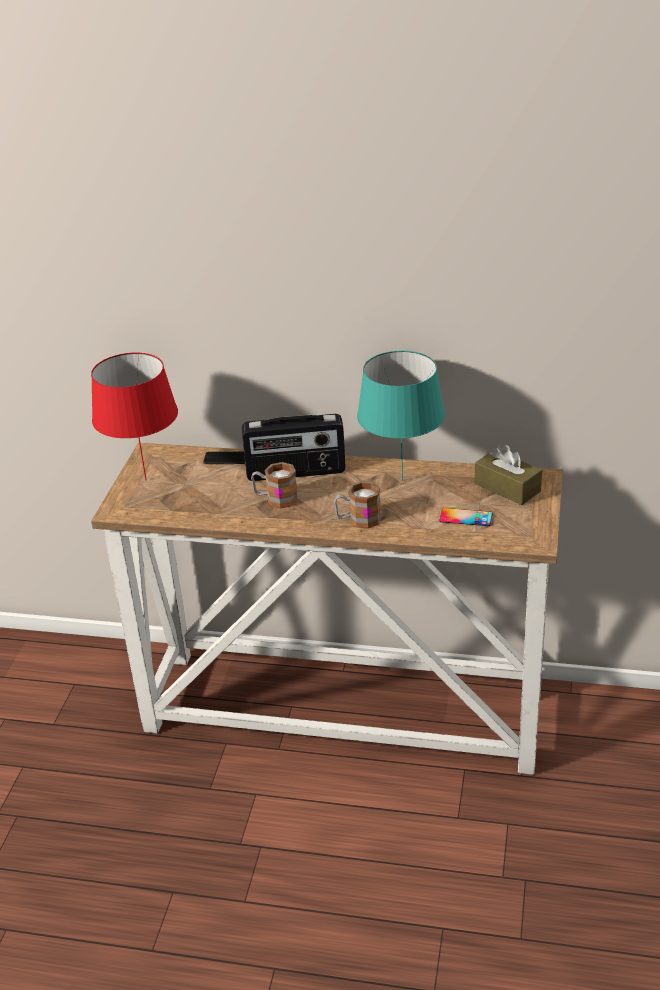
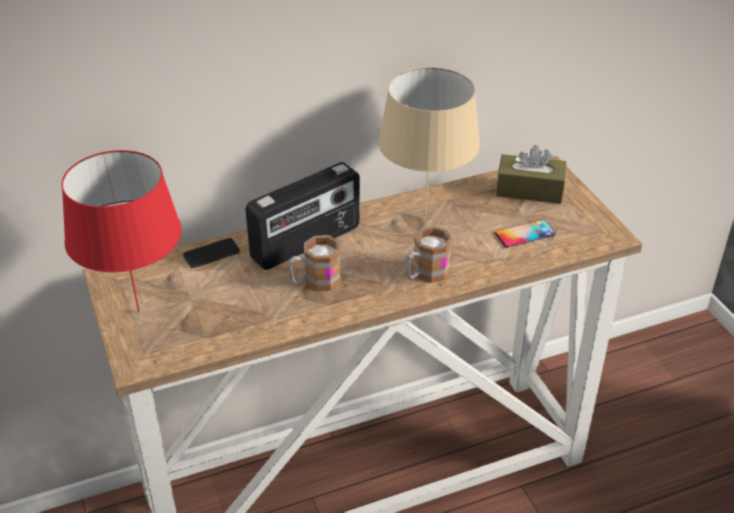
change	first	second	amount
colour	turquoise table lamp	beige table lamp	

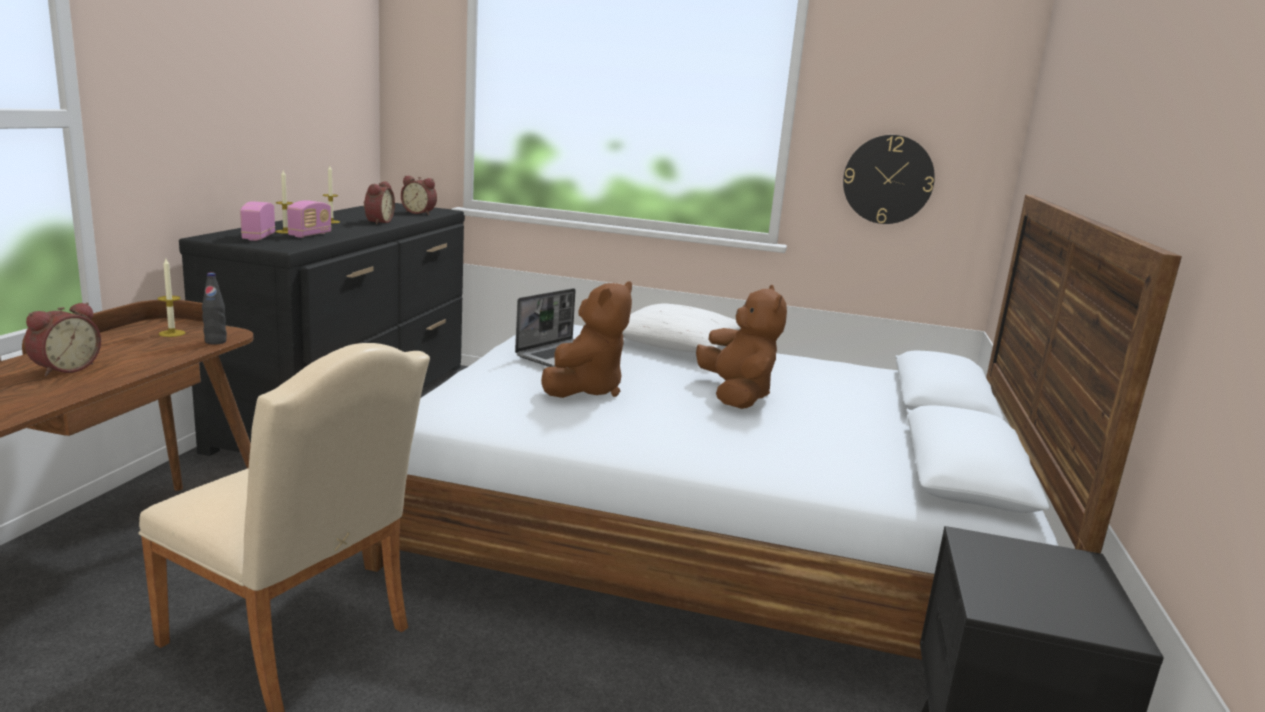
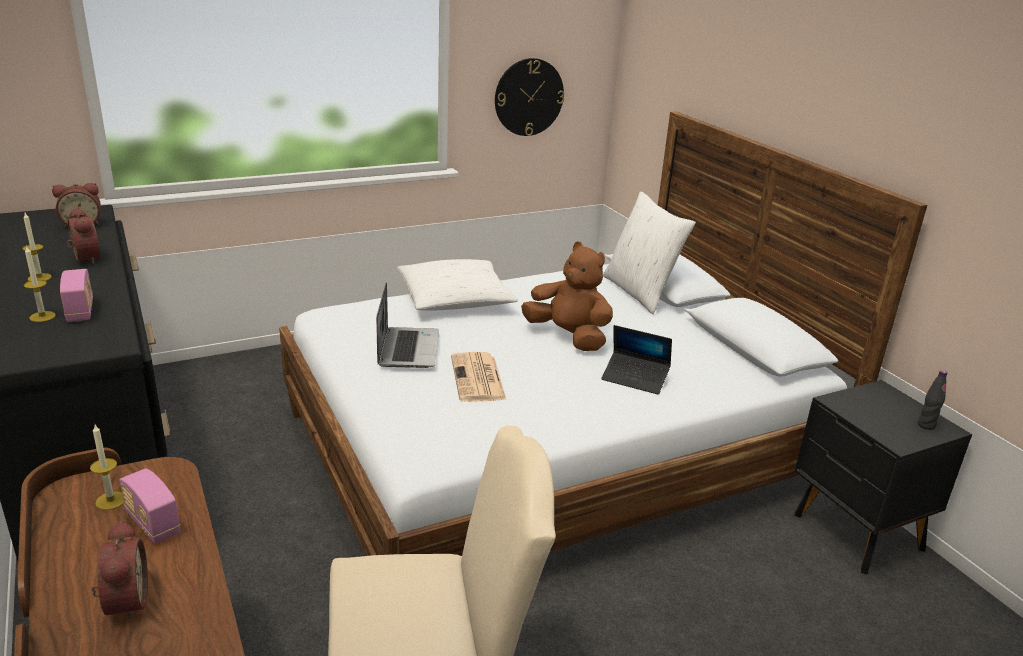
change	first	second	amount
relocated	radio (no. 1 from left in the first image)	radio (no. 2 from left)	
relocated	black bottle		
exchanged	brown plush toy (no. 1 from left)	newspaper	
appeared		white pillow (no. 2 from left)	
appeared		laptop (no. 2 from left)	

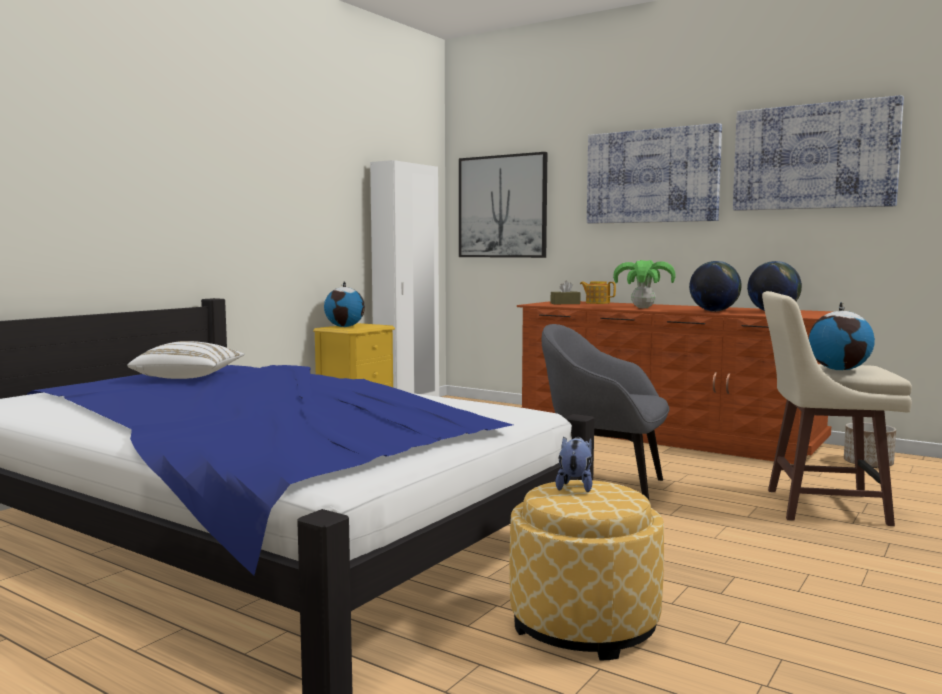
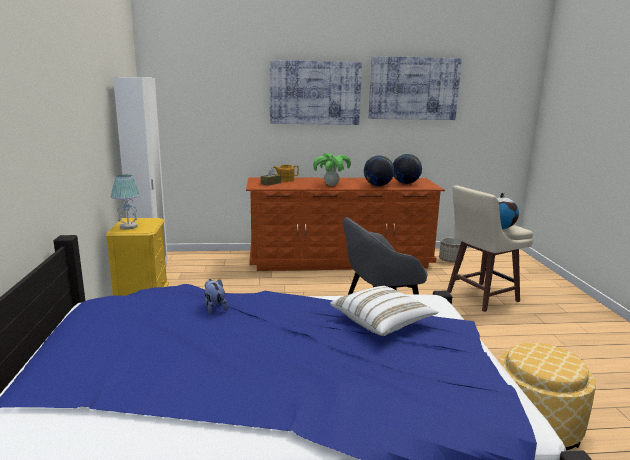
change	first	second	amount
missing	picture (no. 1 from left)		
exchanged	globe (no. 1 from left)	table lamp	
relocated	white pillow		
relocated	plush toy		

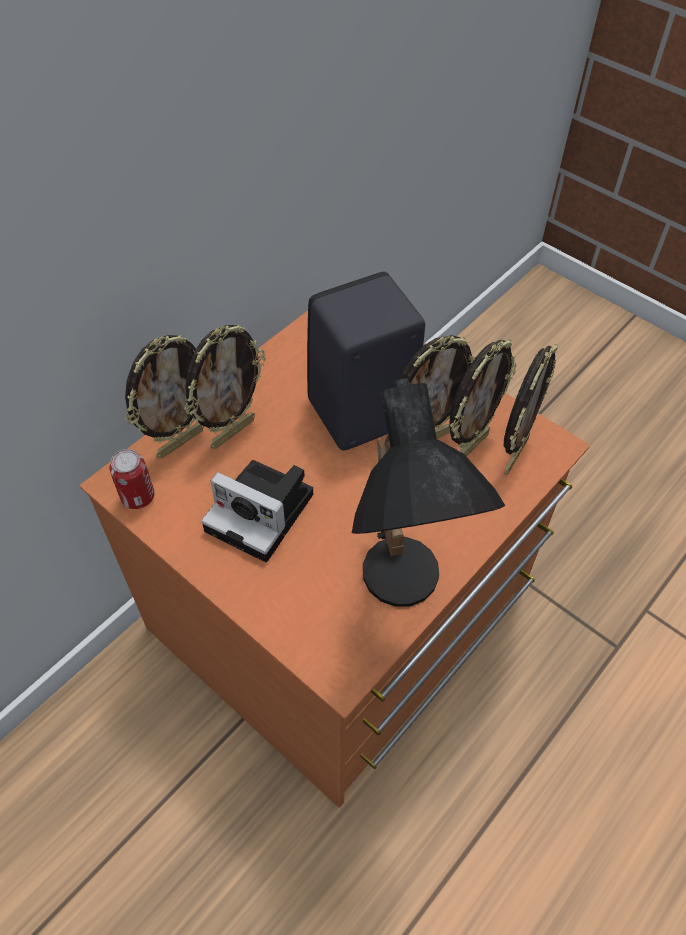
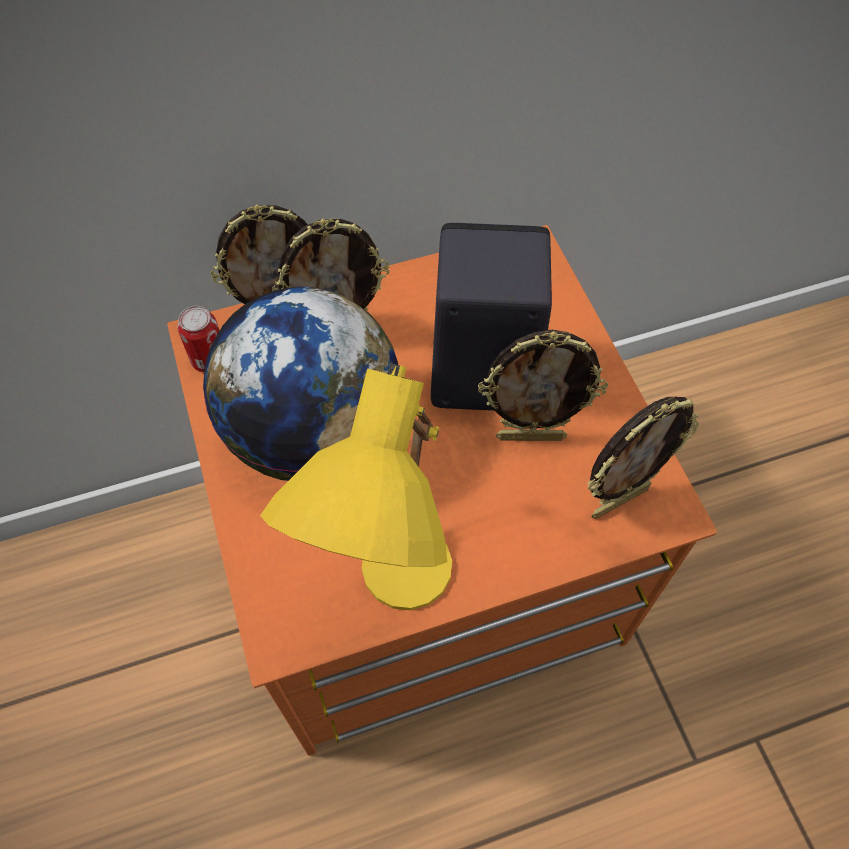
change	first	second	amount
missing	picture frame (no. 4 from left)		
colour	black table lamp	yellow table lamp	
exchanged	photo camera	globe	

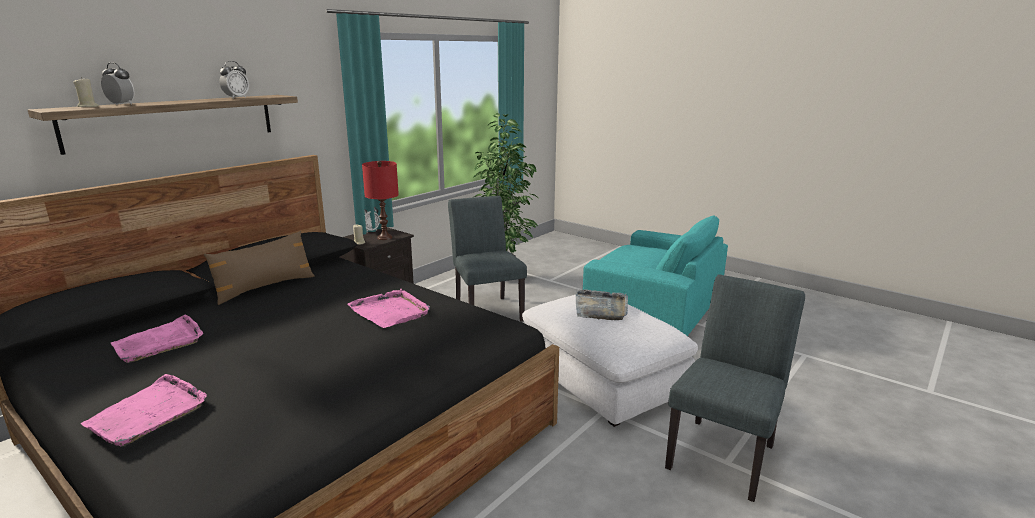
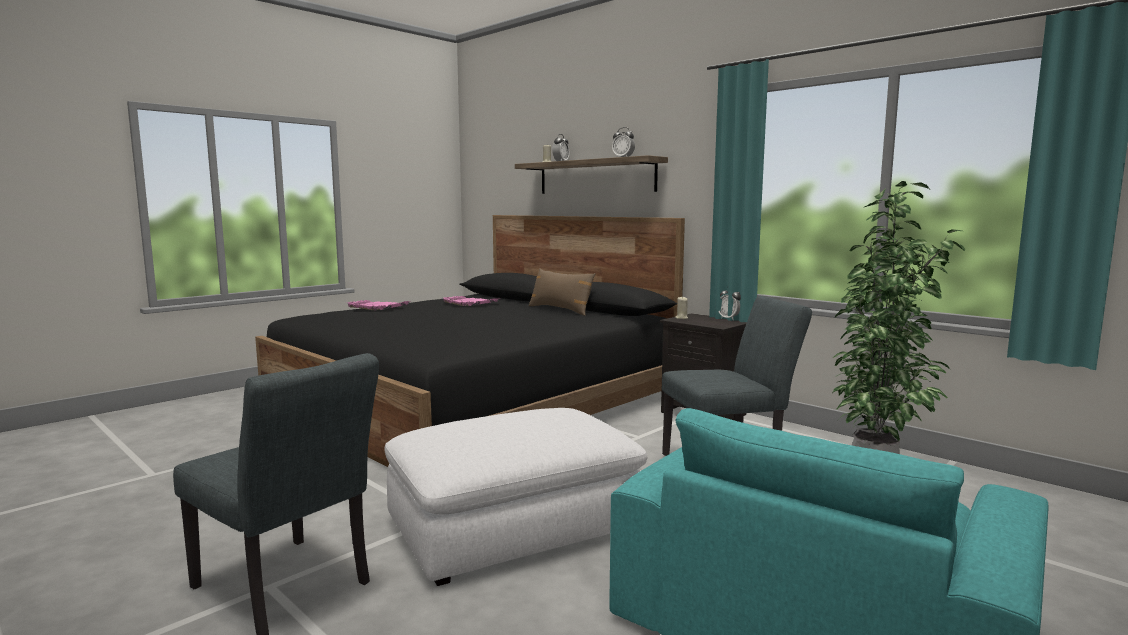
change	first	second	amount
missing	red table lamp		
missing	pink tray (no. 3 from left)		
missing	grey tray		

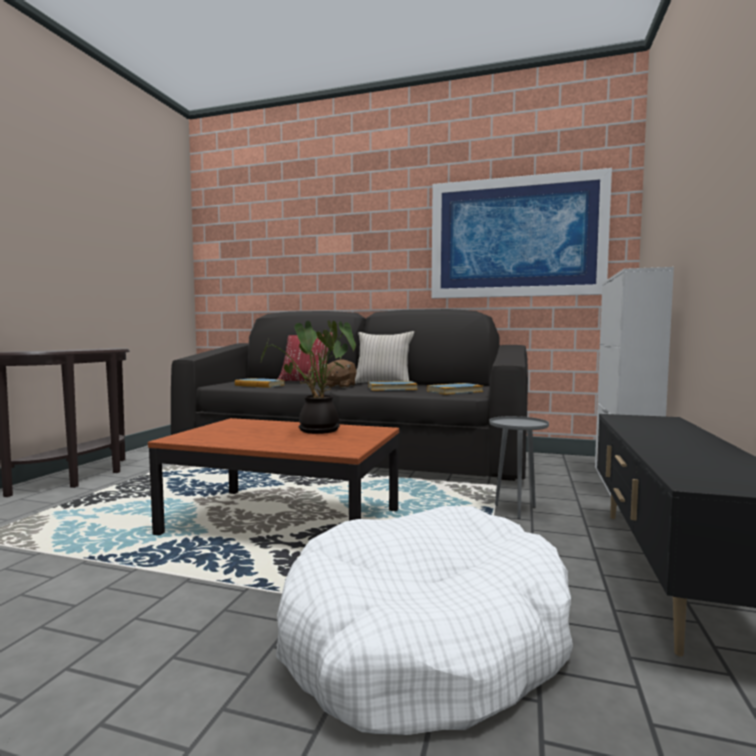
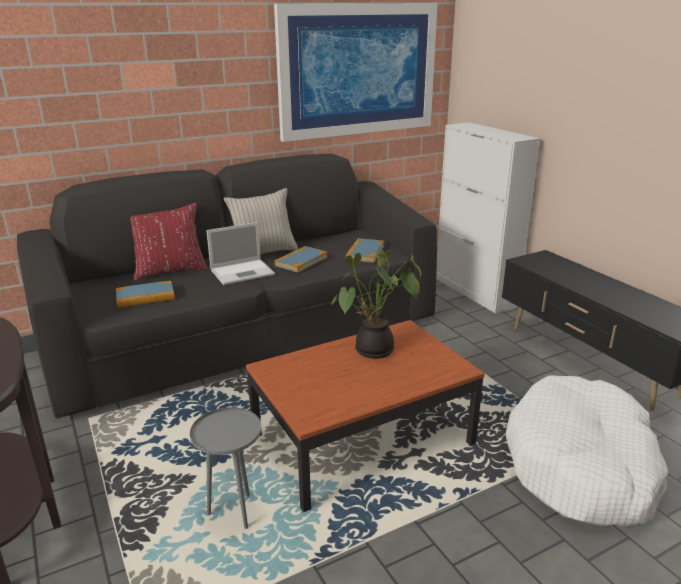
change	first	second	amount
exchanged	brown plush toy	laptop	
relocated	grey side table		

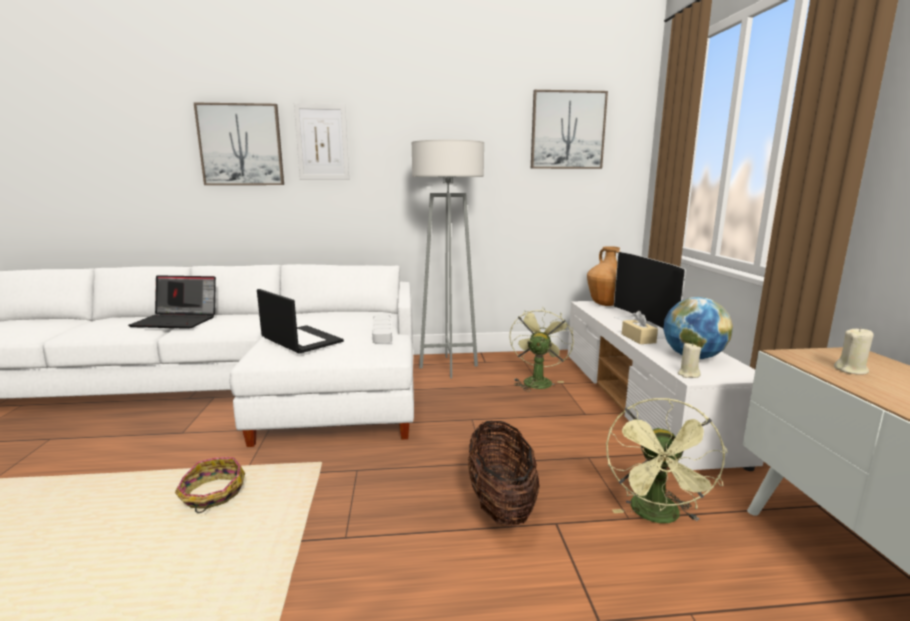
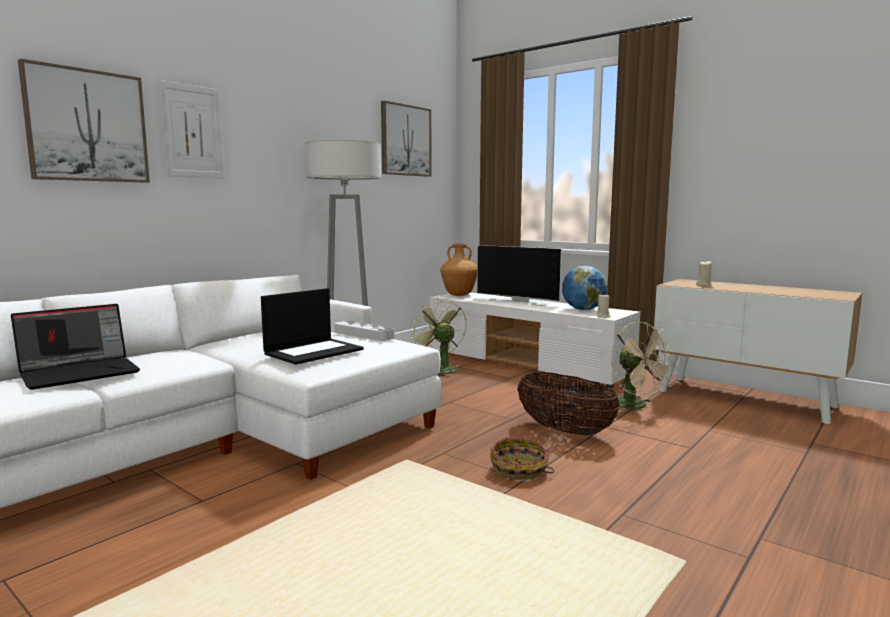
change	first	second	amount
spun	laptop (no. 2 from left)		135 degrees clockwise
missing	beige tissue box		
colour	green fan (no. 2 from left)	beige fan	
relocated	basket (no. 1 from left)		

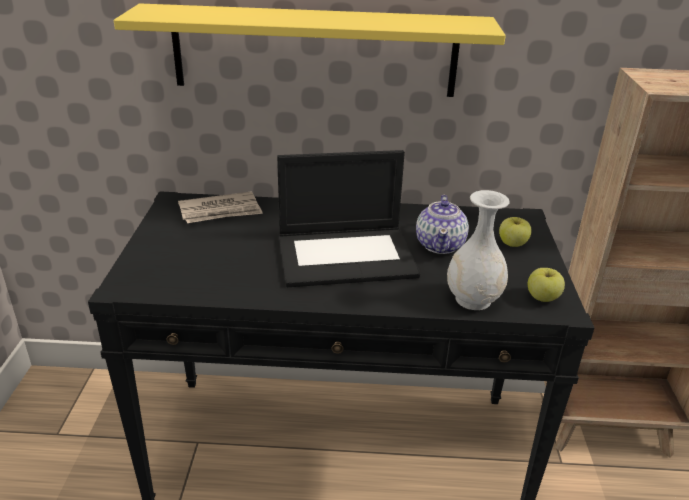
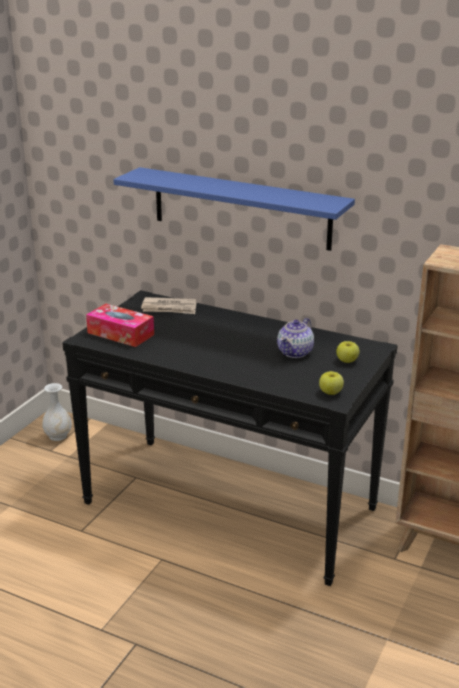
change	first	second	amount
colour	yellow shelf	blue shelf	
missing	laptop		
relocated	white vase		
appeared		tissue box	

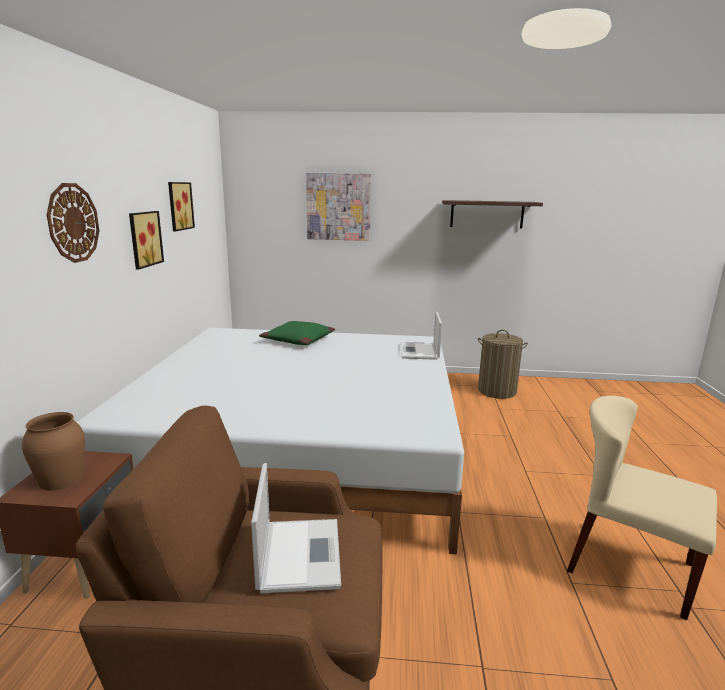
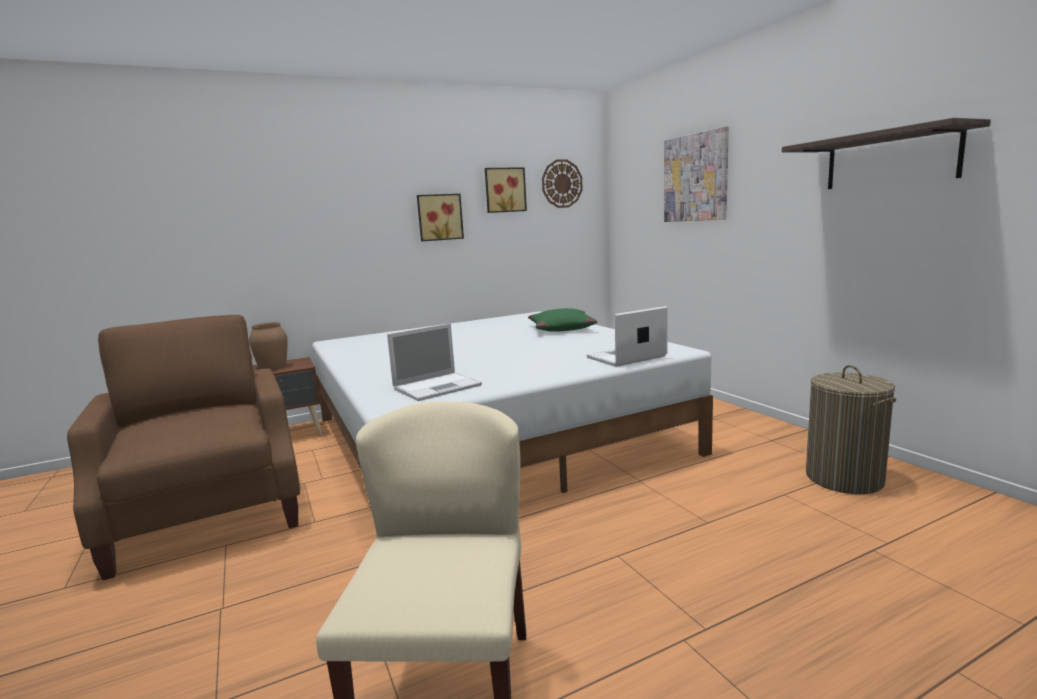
change	first	second	amount
relocated	wall clock		
relocated	laptop (no. 1 from left)		

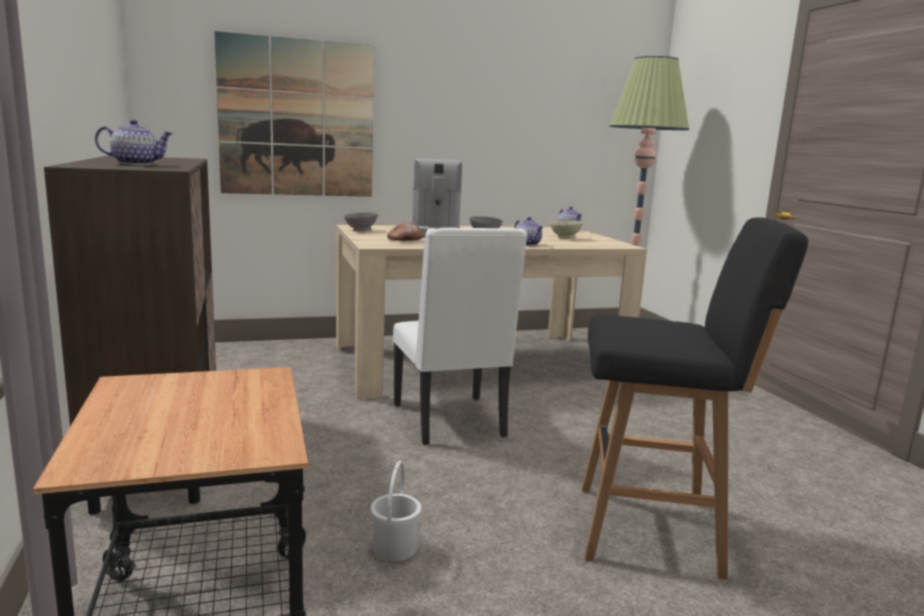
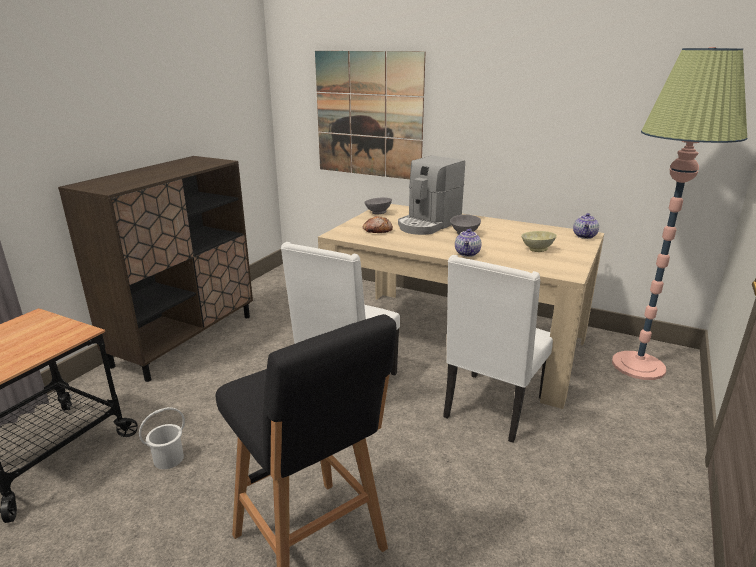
change	first	second	amount
missing	teapot (no. 1 from left)		
appeared		white chair (no. 2 from left)	

